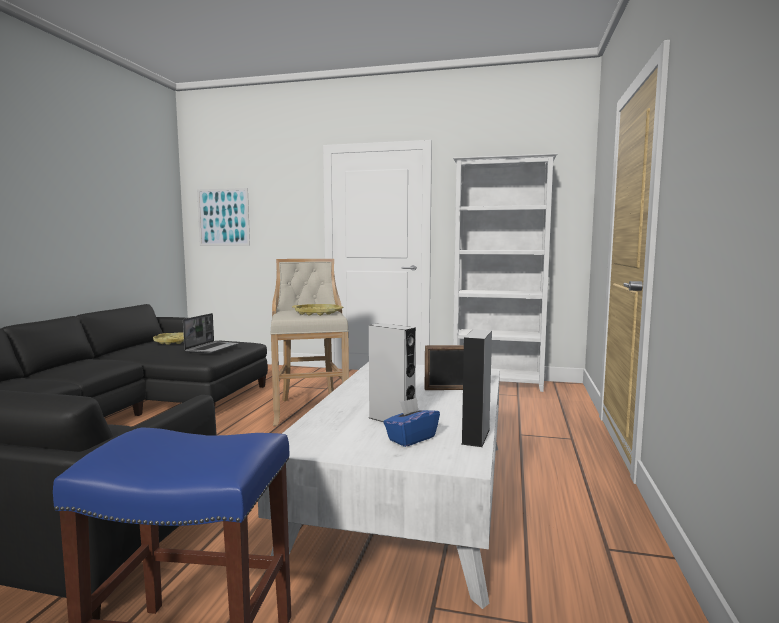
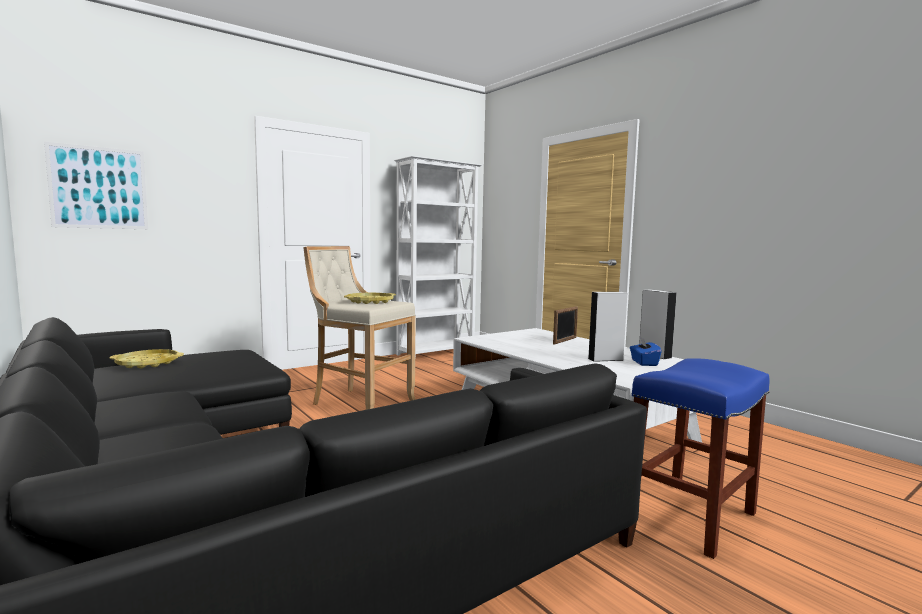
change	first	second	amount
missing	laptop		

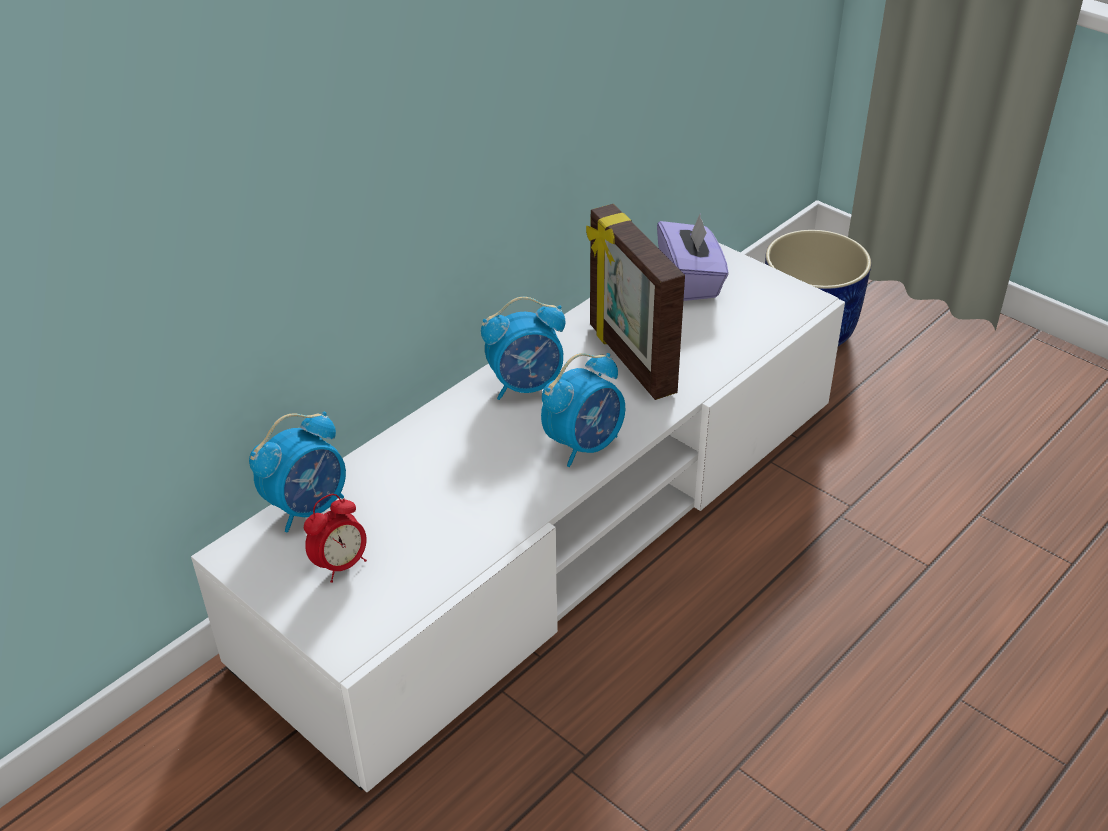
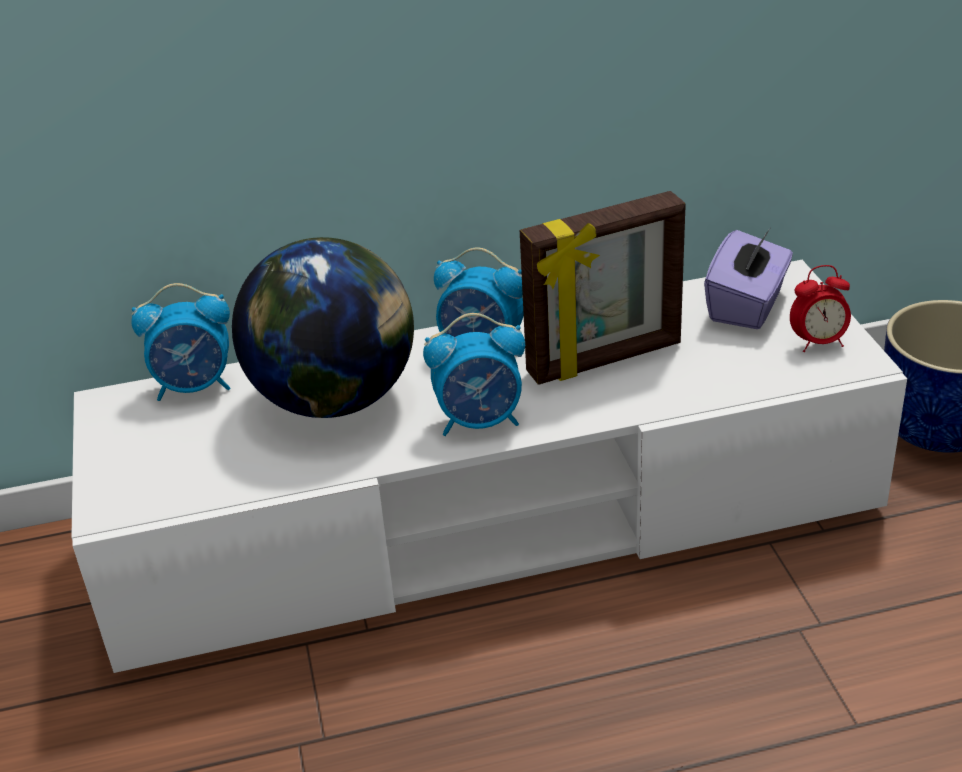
change	first	second	amount
spun	picture frame		120 degrees counterclockwise
relocated	alarm clock (no. 2 from left in the first image)	alarm clock (no. 4 from left)	
appeared		globe	

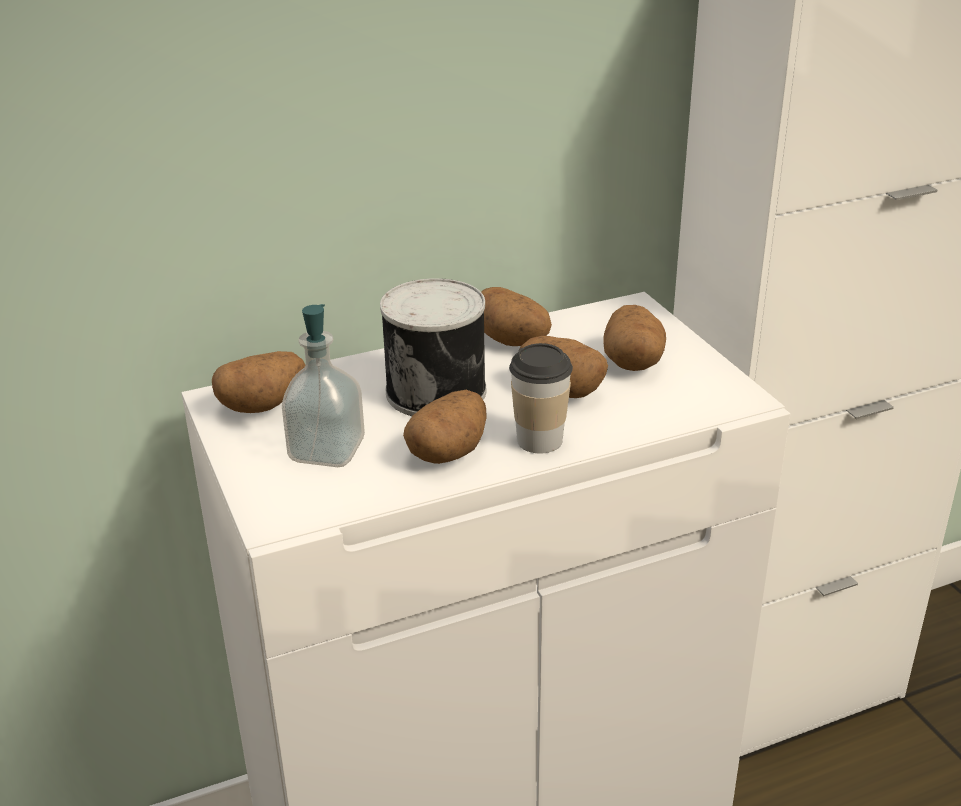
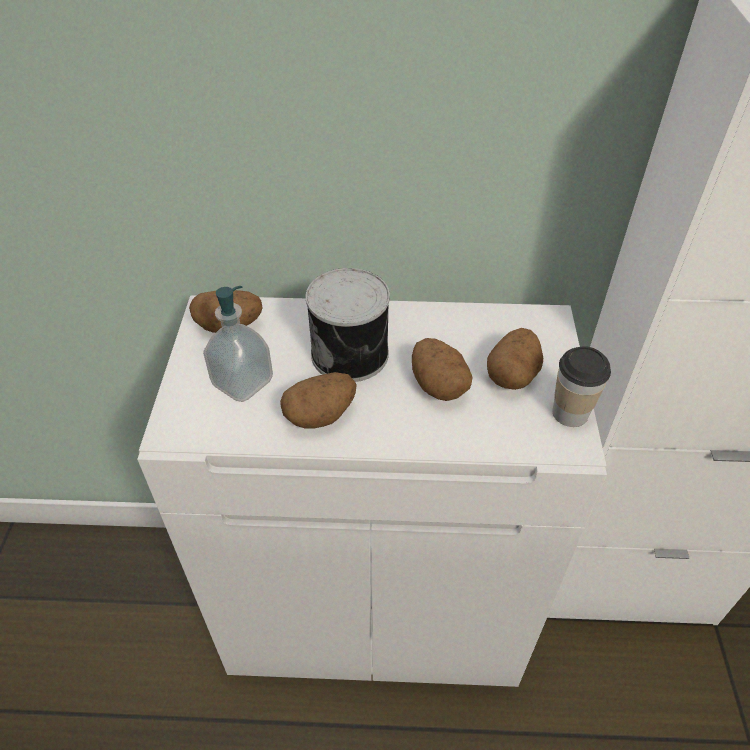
change	first	second	amount
missing	potato (no. 3 from left)		
relocated	cup		

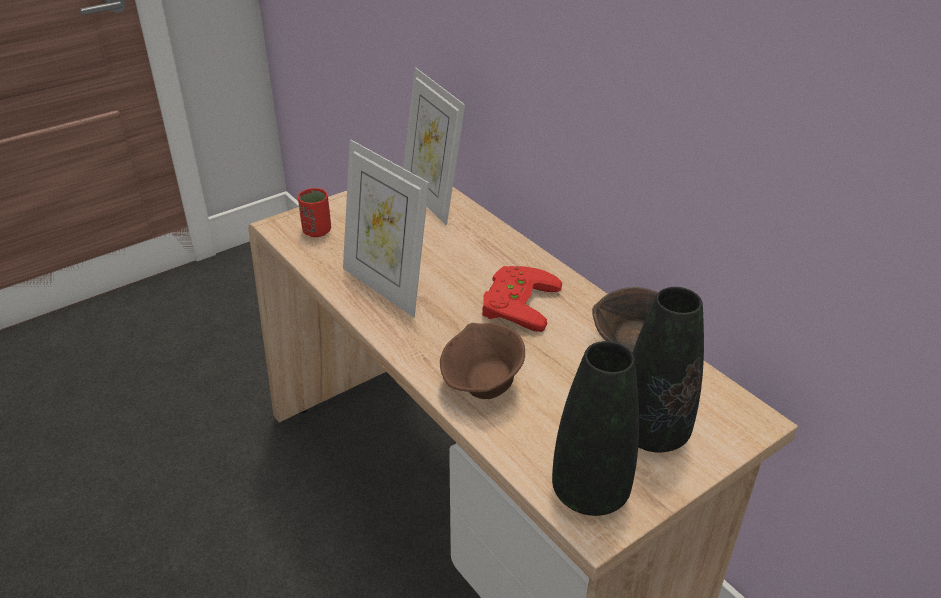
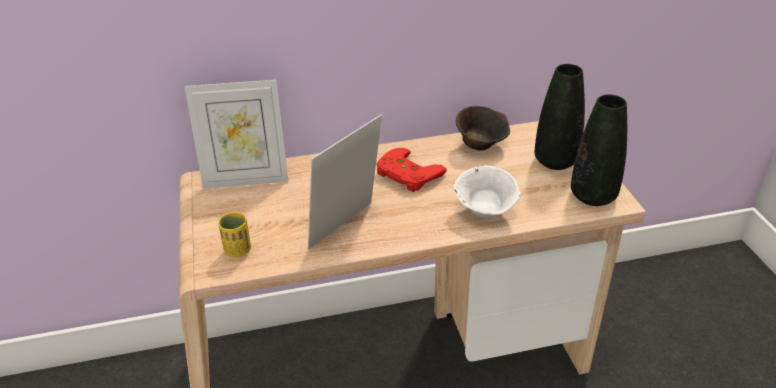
change	first	second	amount
spun	picture frame (no. 1 from left in the first image)	picture frame (no. 2 from left)	150 degrees clockwise
colour	red cup	yellow cup	
colour	brown bowl (no. 1 from left)	white bowl	

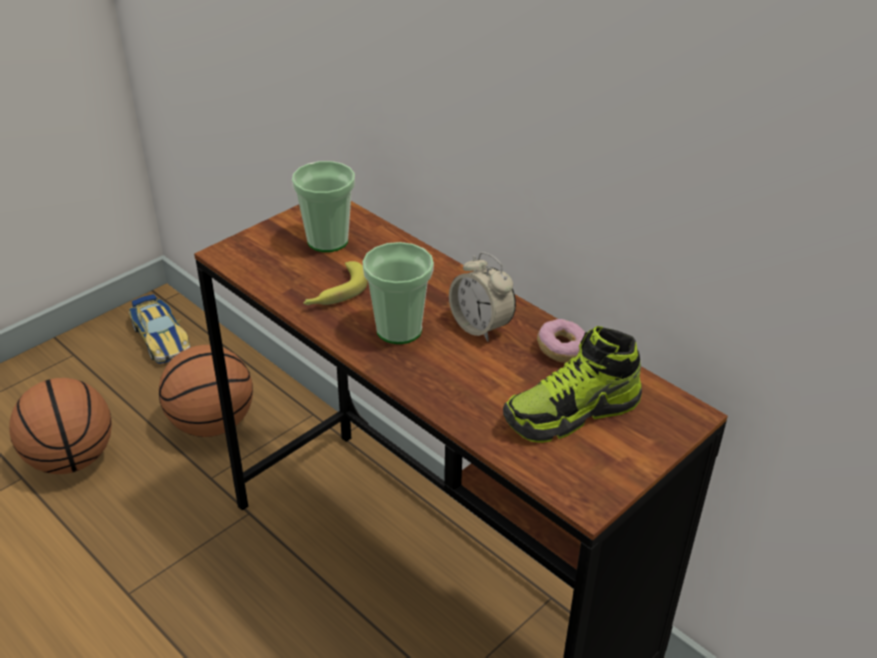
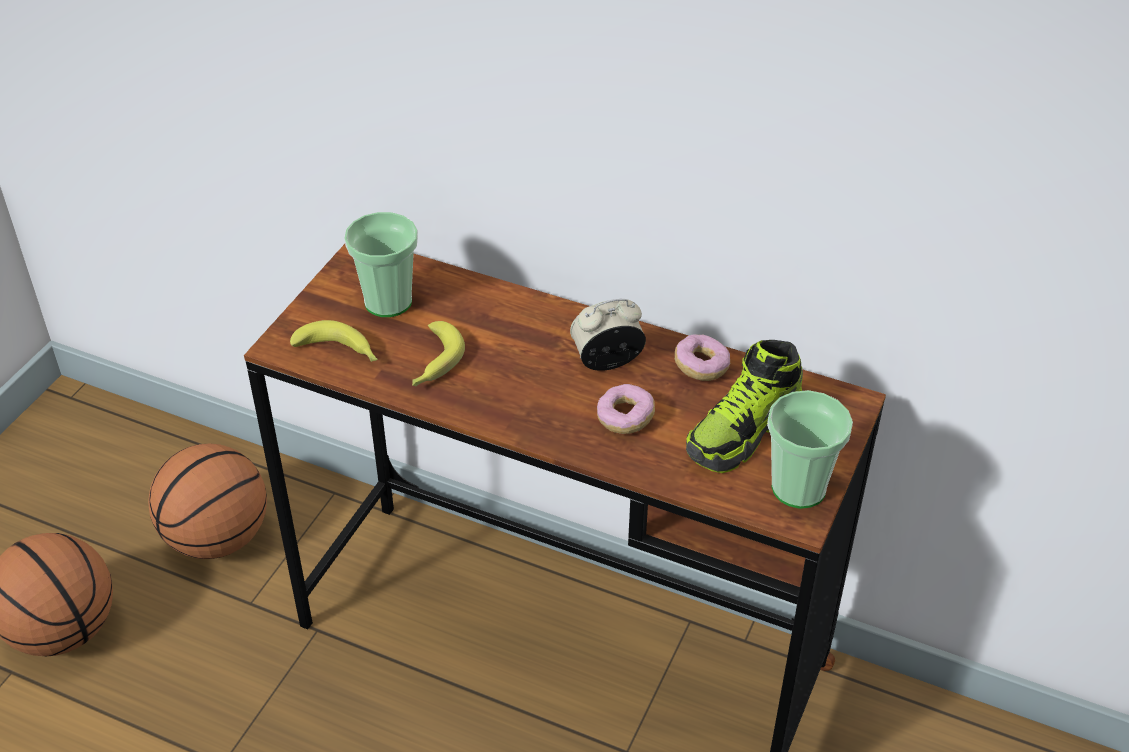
change	first	second	amount
relocated	cup (no. 2 from left)		
spun	alarm clock		135 degrees clockwise
missing	toy car		
appeared		banana (no. 1 from left)	
appeared		donut (no. 1 from left)	

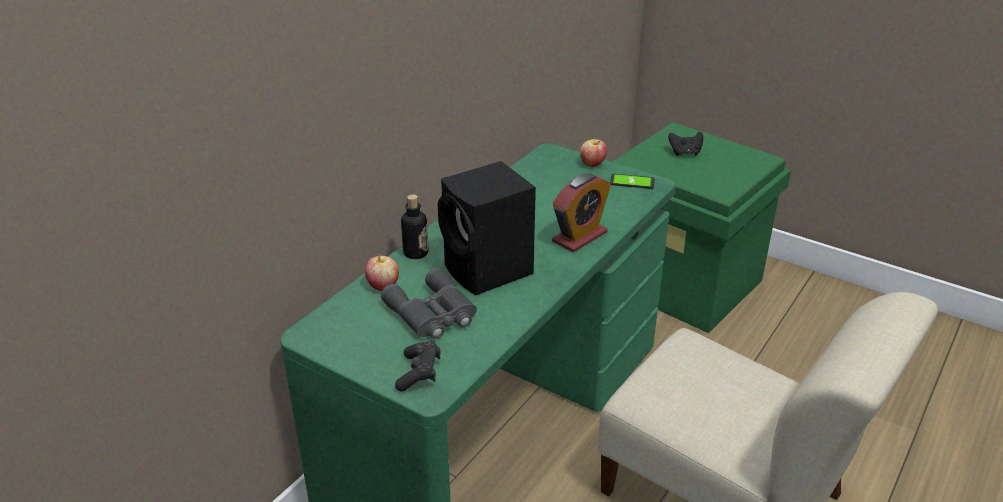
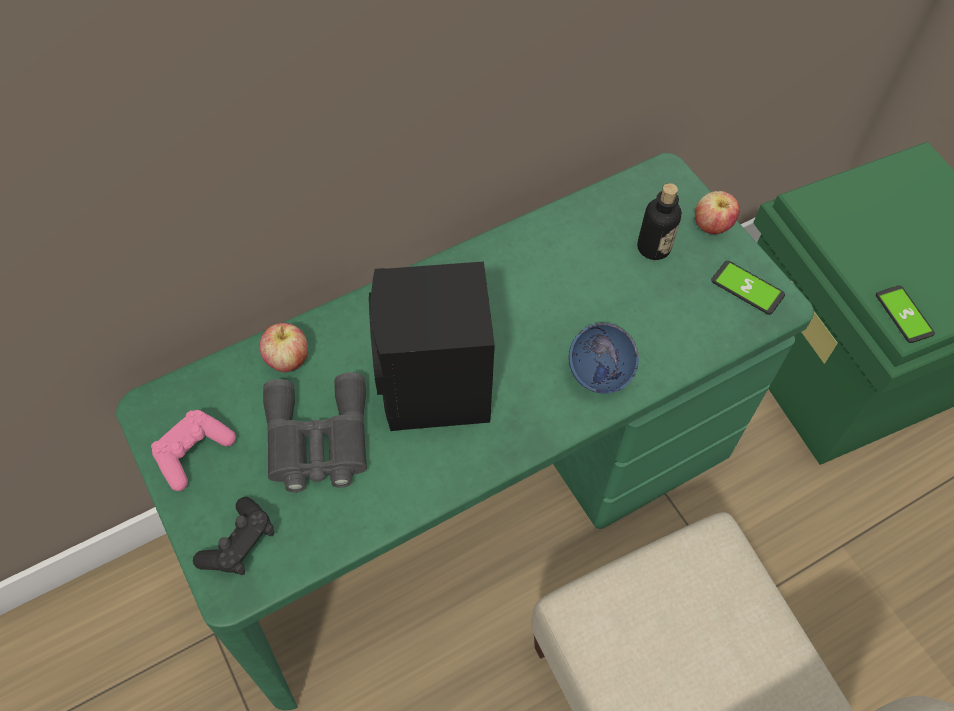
change	first	second	amount
missing	black game controller (no. 2 from left)		
exchanged	alarm clock	blue bowl	
relocated	bottle		
appeared		phone (no. 2 from left)	
appeared		pink game controller	

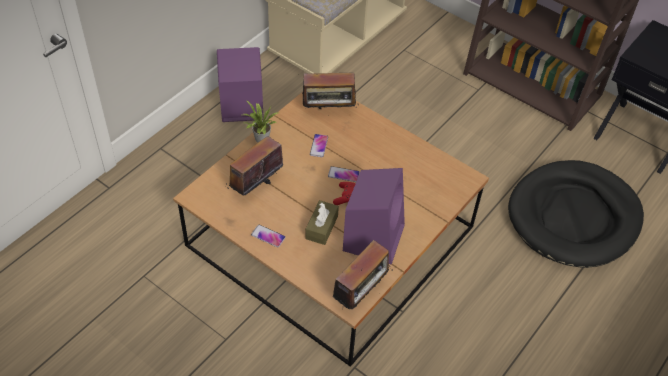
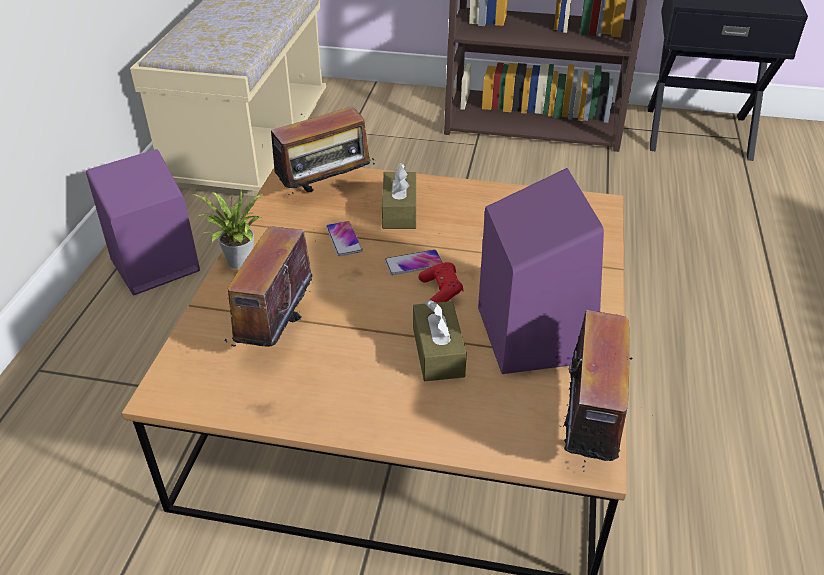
change	first	second	amount
missing	black dog bed		
missing	phone (no. 1 from left)		
appeared		brown tissue box (no. 1 from left)	

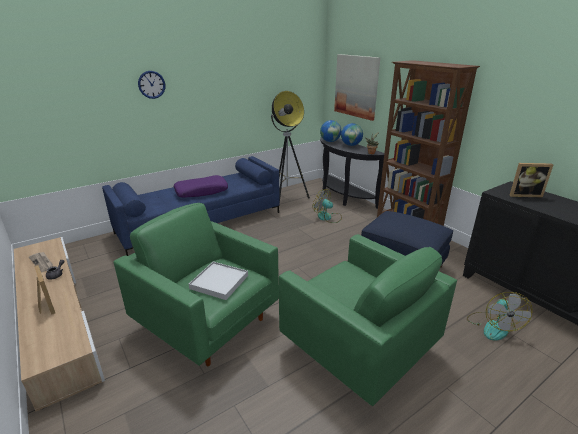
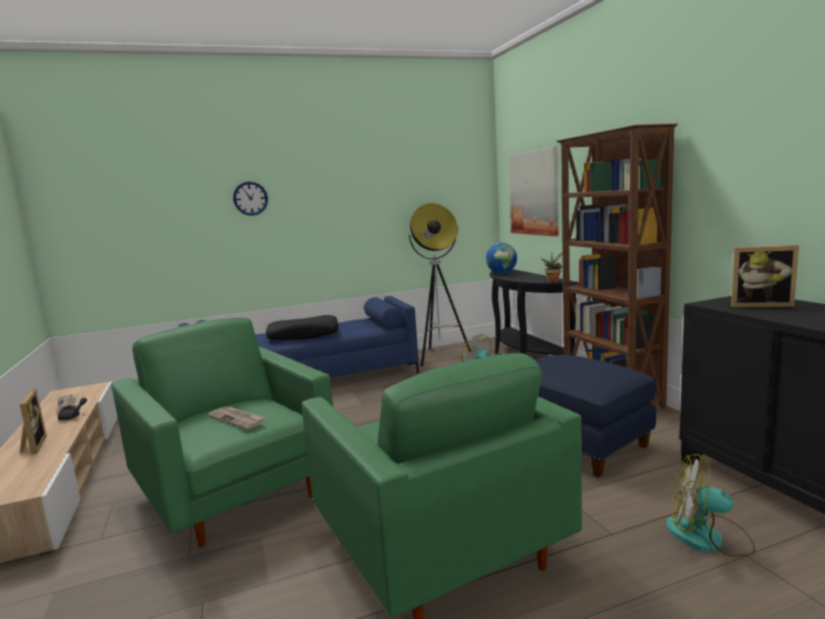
change	first	second	amount
missing	globe (no. 2 from left)		
colour	purple pillow	black pillow	
exchanged	white tray	newspaper (no. 2 from left)	
spun	fan (no. 2 from left)		90 degrees clockwise

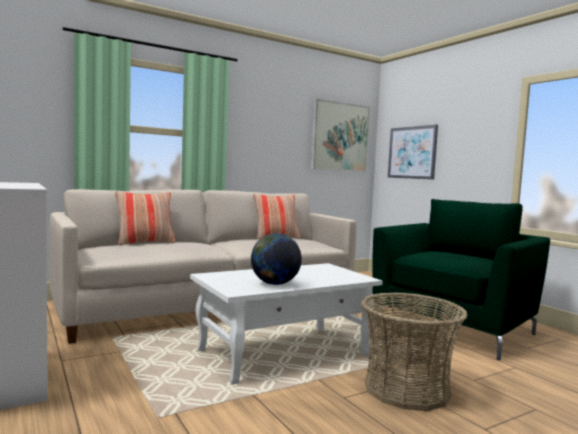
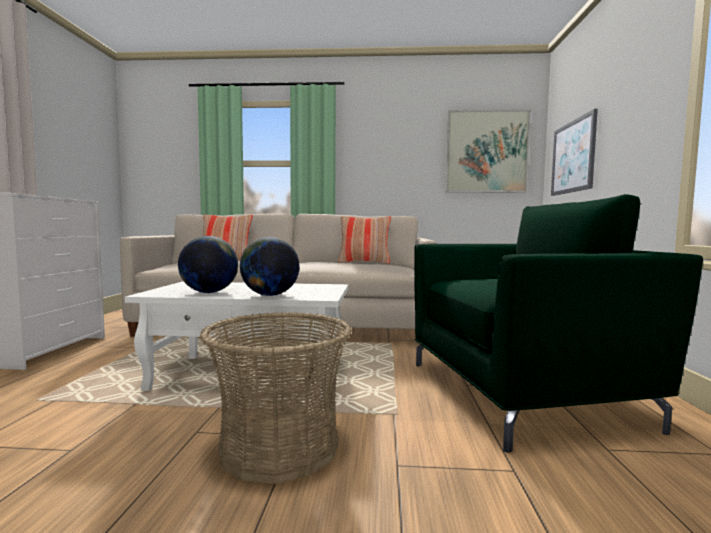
change	first	second	amount
appeared		globe (no. 2 from left)	

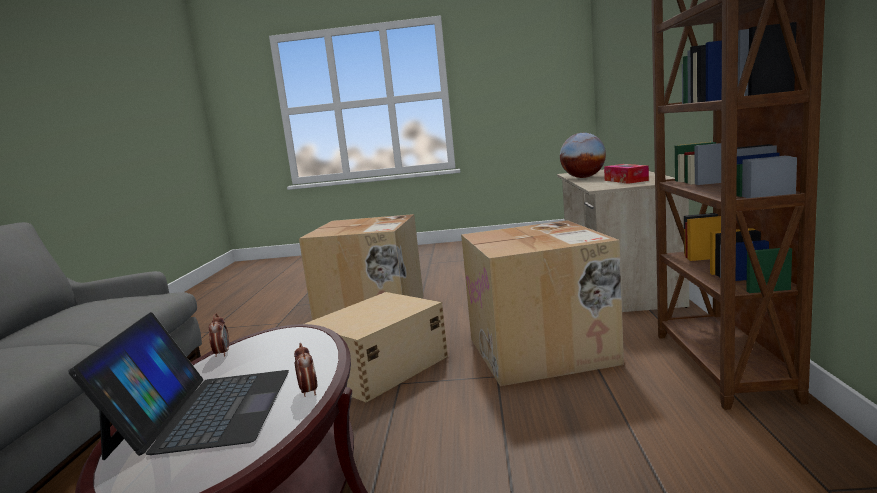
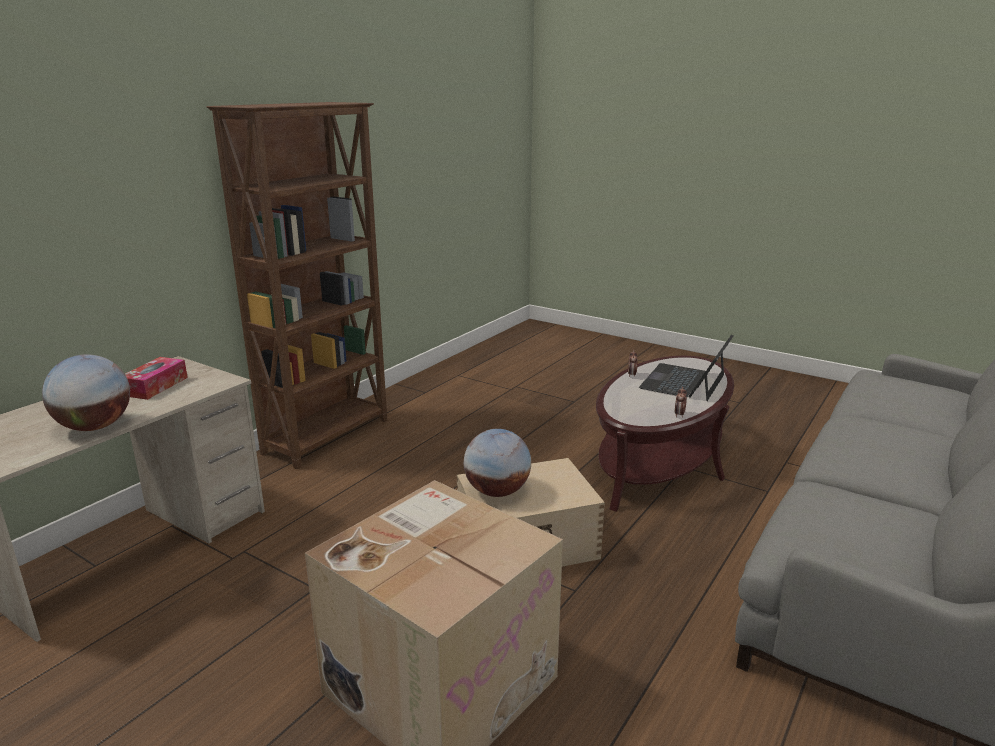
change	first	second	amount
missing	cardboard box (no. 2 from left)		
appeared		globe (no. 2 from left)	

